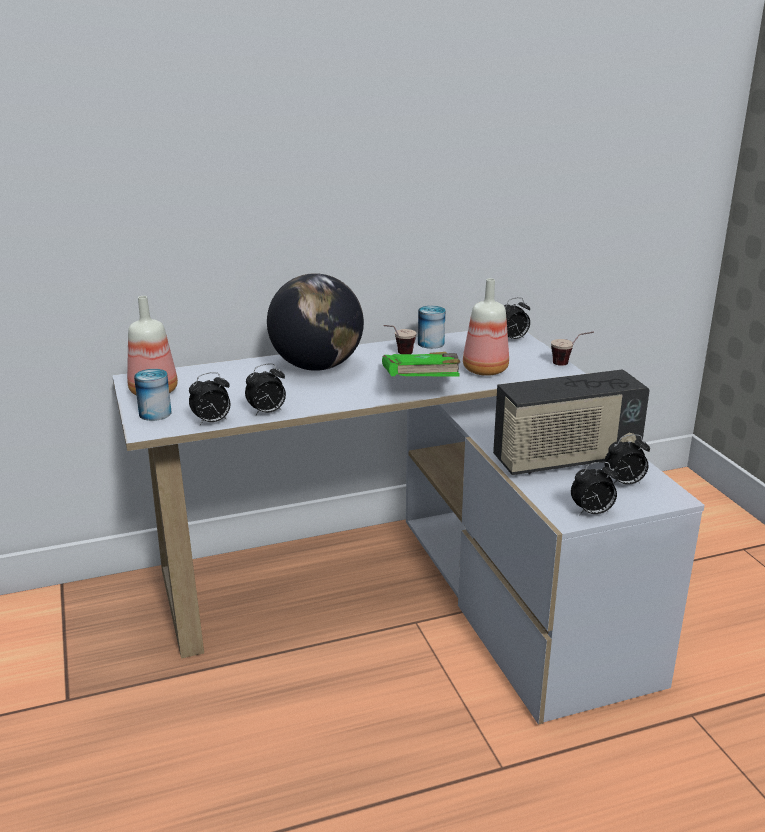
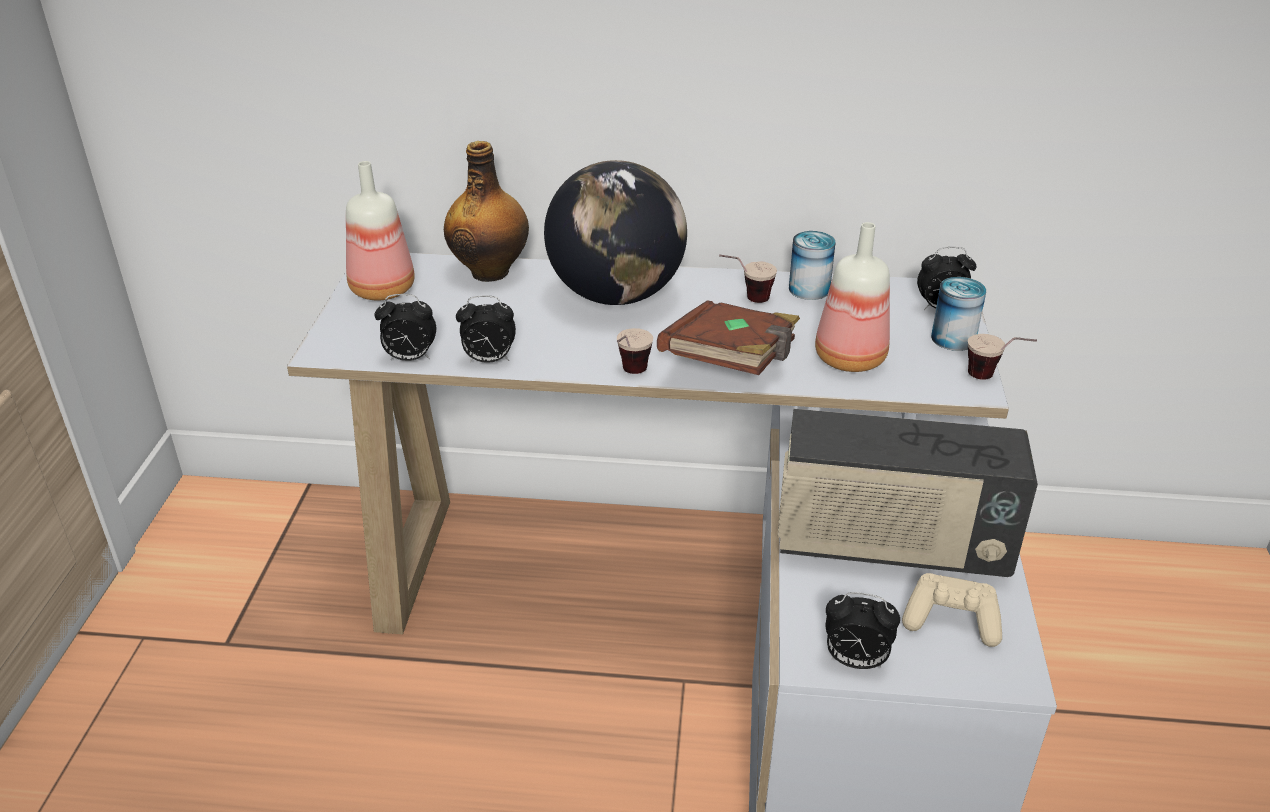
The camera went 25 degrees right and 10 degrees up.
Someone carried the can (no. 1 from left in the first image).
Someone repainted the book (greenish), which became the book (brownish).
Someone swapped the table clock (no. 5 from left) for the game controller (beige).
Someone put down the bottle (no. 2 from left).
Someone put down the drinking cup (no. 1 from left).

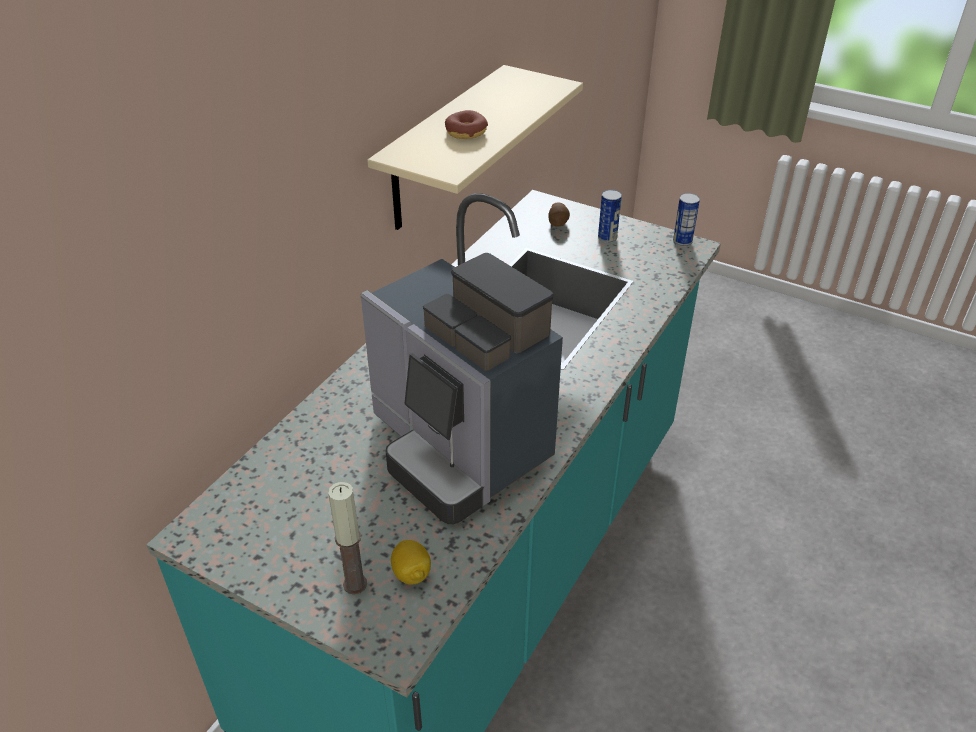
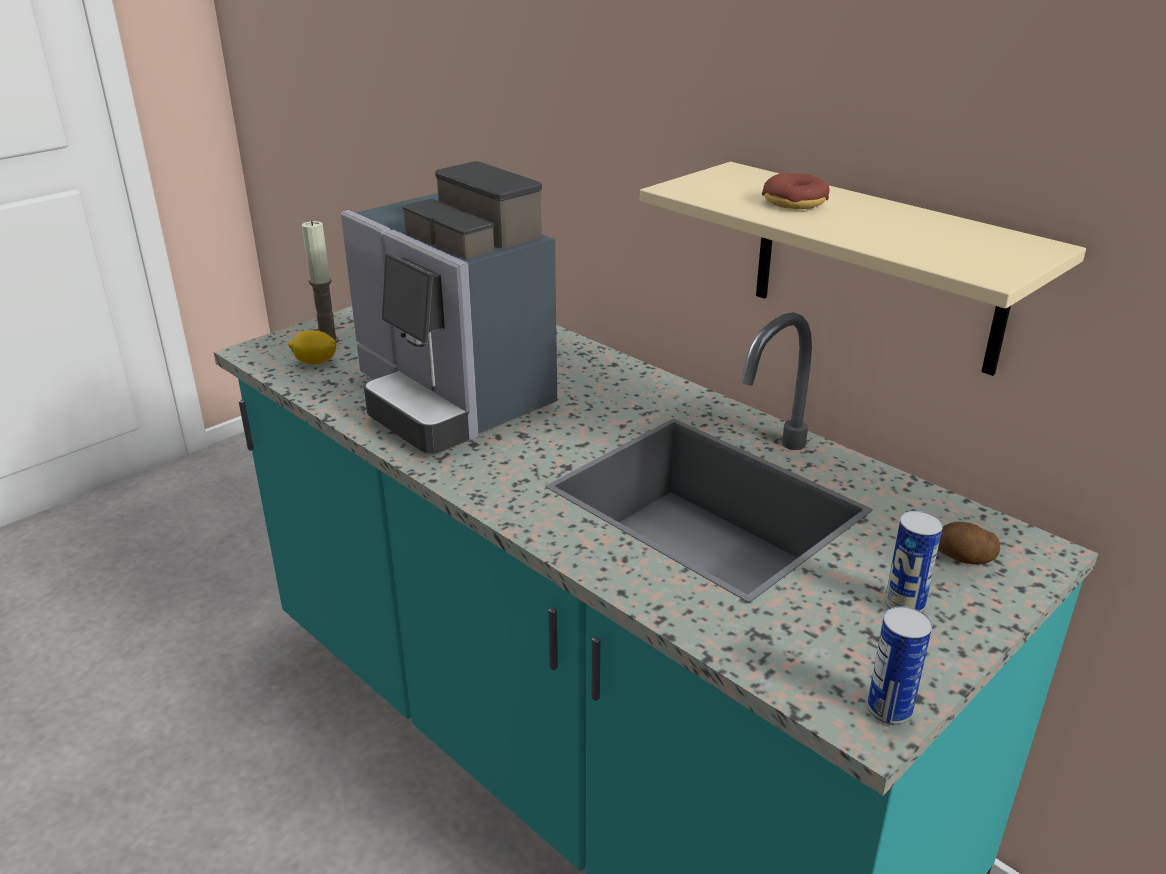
The camera went 105 degrees right and 10 degrees down.
Someone rotated the coffee maker by 105 degrees counterclockwise.

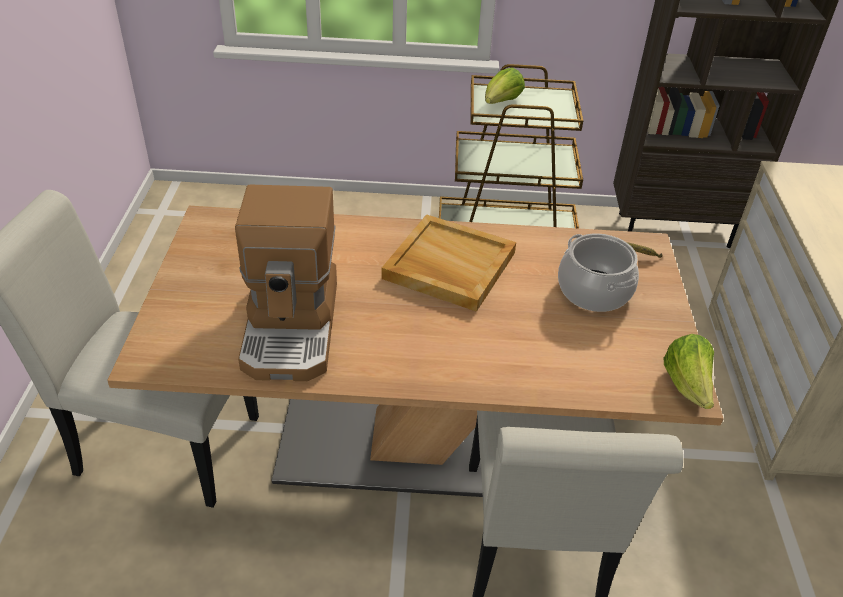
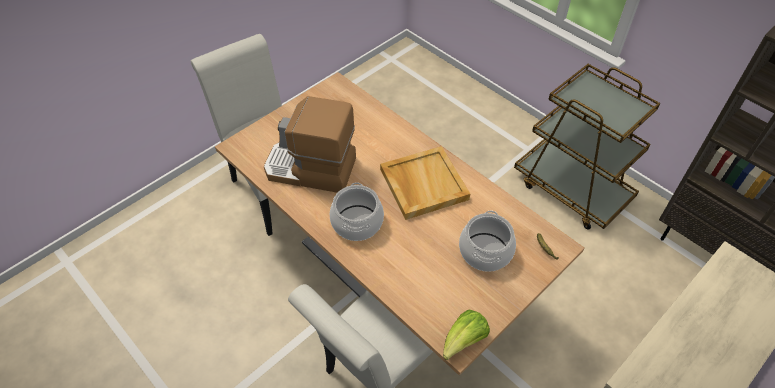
The camera went 45 degrees right and 10 degrees up.
Someone rotated the coffee maker by 60 degrees clockwise.
Someone took away the head of lettuce (no. 1 from left).
Someone put down the stockpot (no. 1 from left).

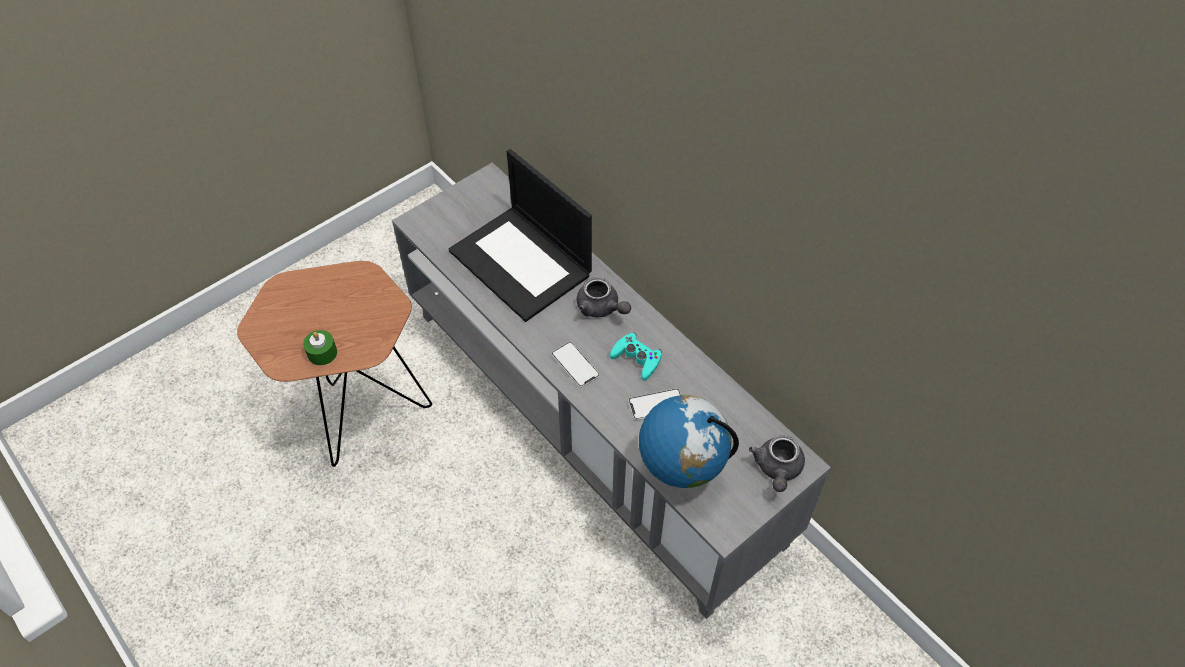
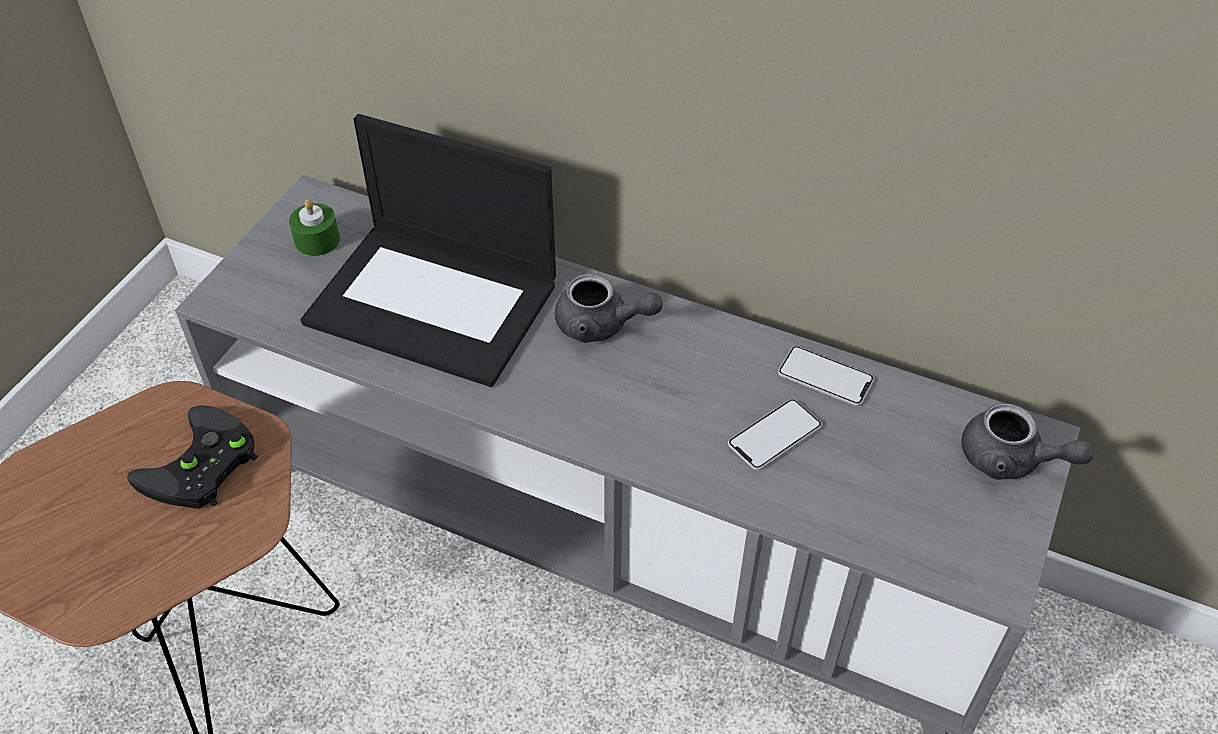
The camera went 25 degrees left and 5 degrees down.
Someone carried the wax light (greenish).
Someone carried the phone (no. 1 from left in the first image).
Someone took away the game controller (blue-green).
Someone took away the globe.
Someone rotated the pot for tea (gray) (no. 2 from left) by 45 degrees counterclockwise.
Someone put down the game controller (blackish).

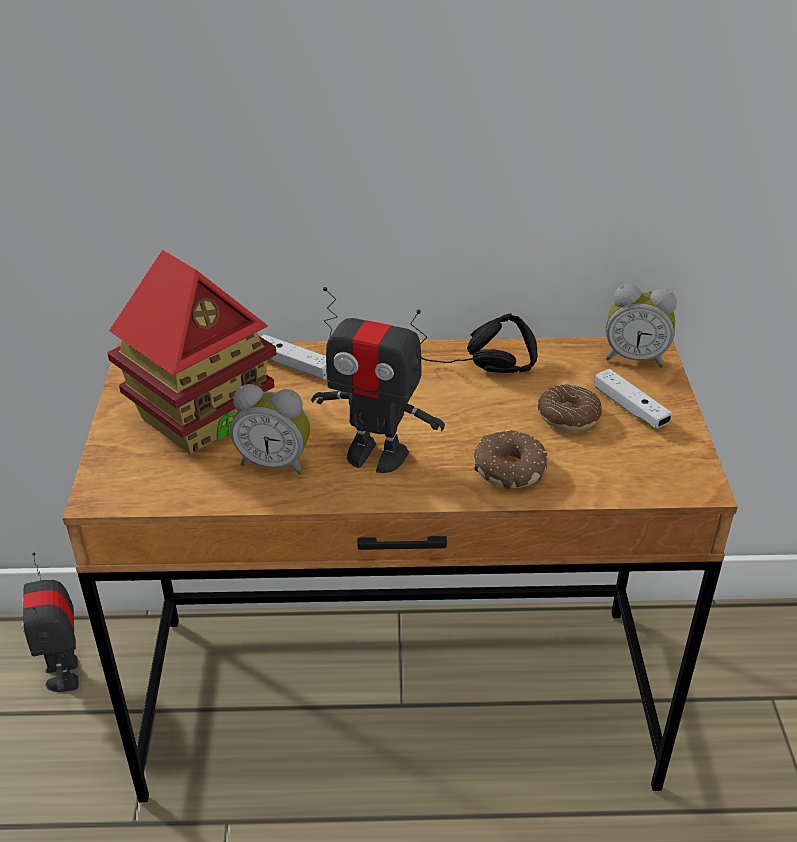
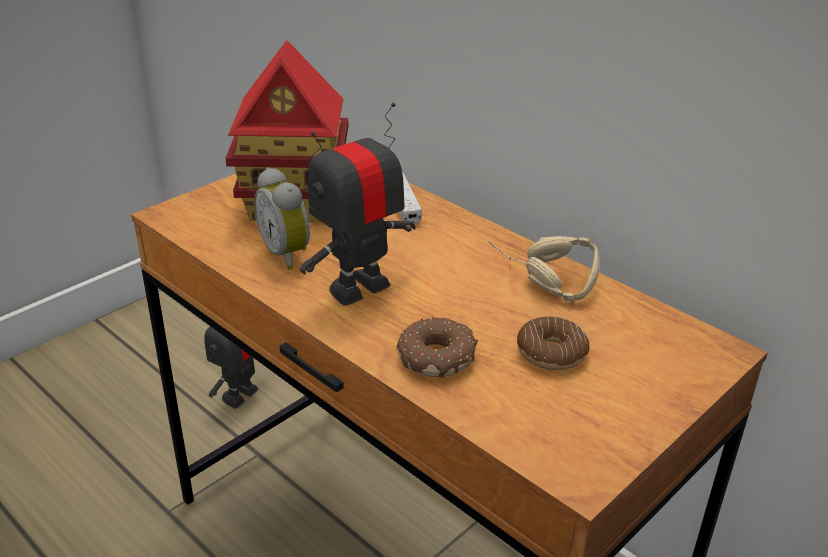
The camera went 45 degrees right and 5 degrees down.
Someone rotated the model robot (no. 2 from left) by 75 degrees clockwise.
Someone repainted the headset (blackish), which became the headset (beige).
Someone took away the game controller (whitish) (no. 2 from left).
Someone took away the table clock (no. 2 from left).

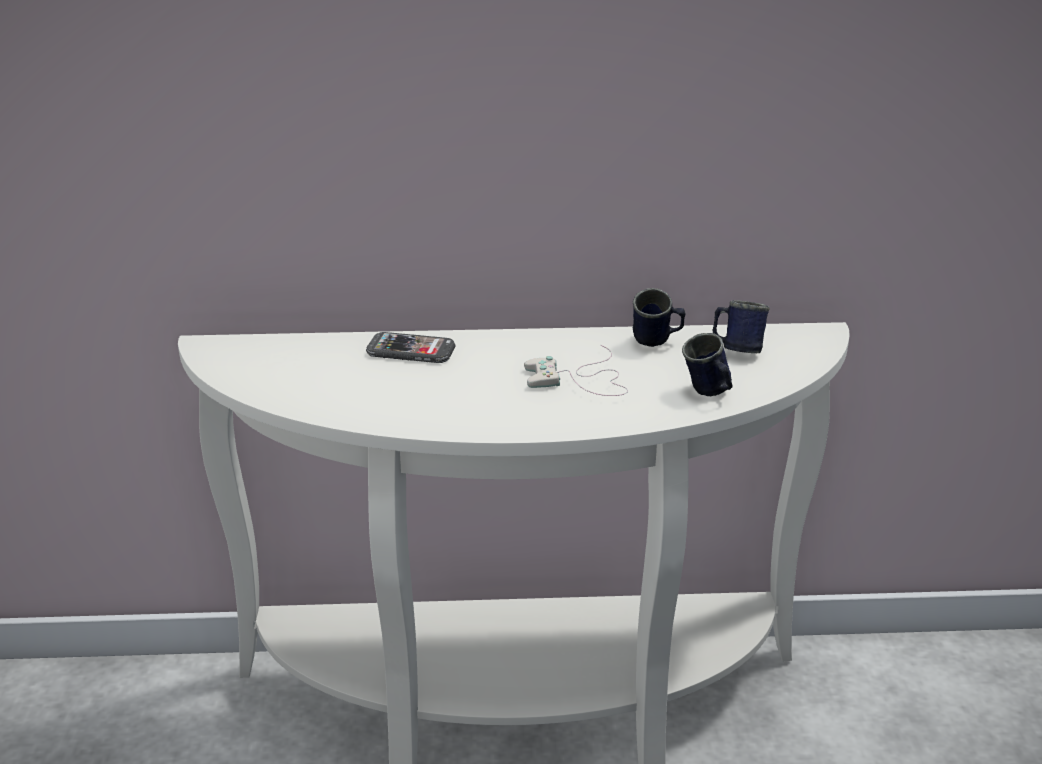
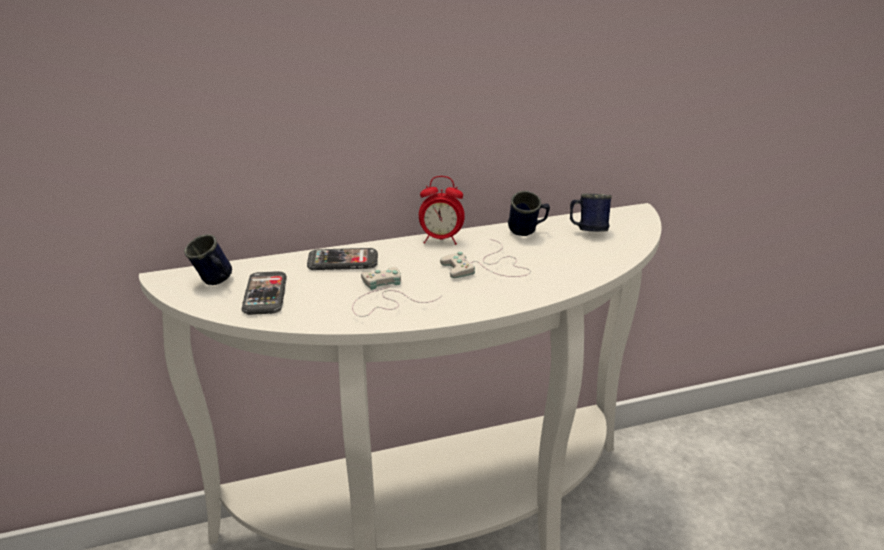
The camera went 15 degrees left and 0 degrees up.
Someone carried the coffee mug (blue) (no. 2 from left in the first image).
Someone put down the phone (no. 1 from left).
Someone put down the game controller (whitish) (no. 1 from left).
Someone put down the table clock.

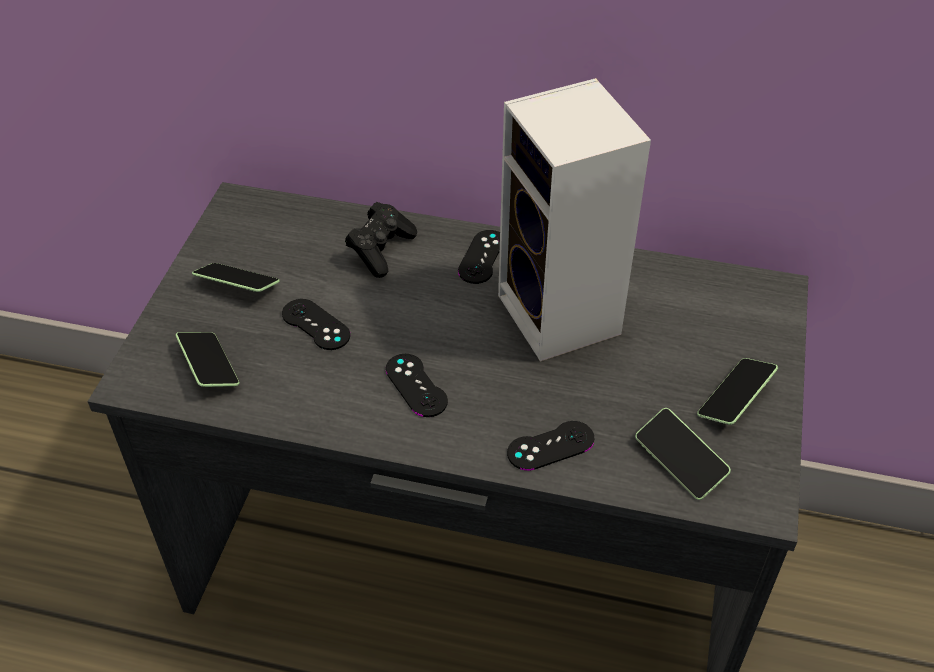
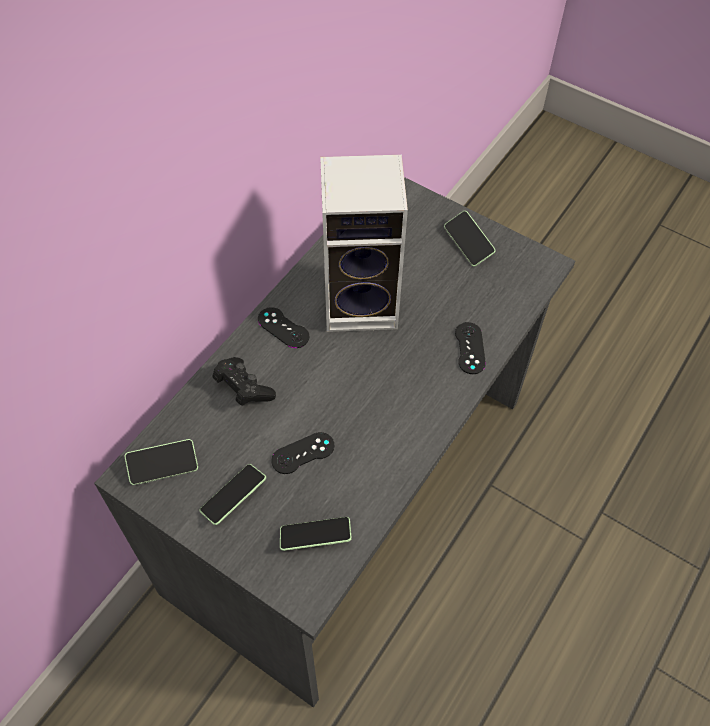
The camera went 70 degrees left and 10 degrees up.
Someone took away the game controller (blackish) (no. 3 from left).
Someone carried the phone (no. 3 from left in the first image).

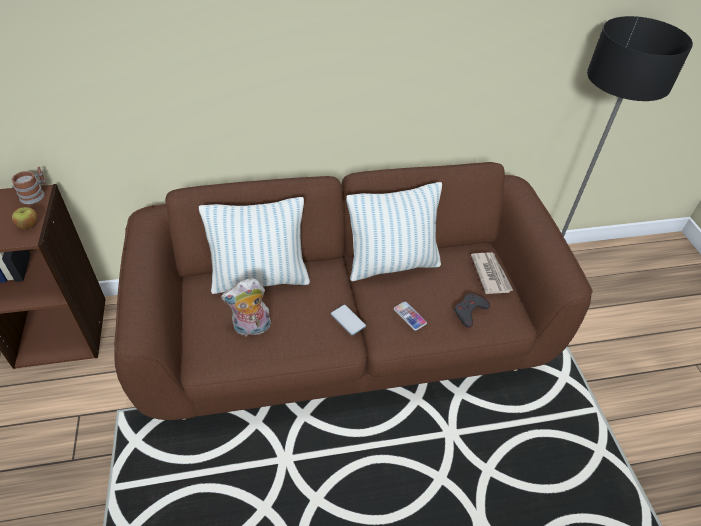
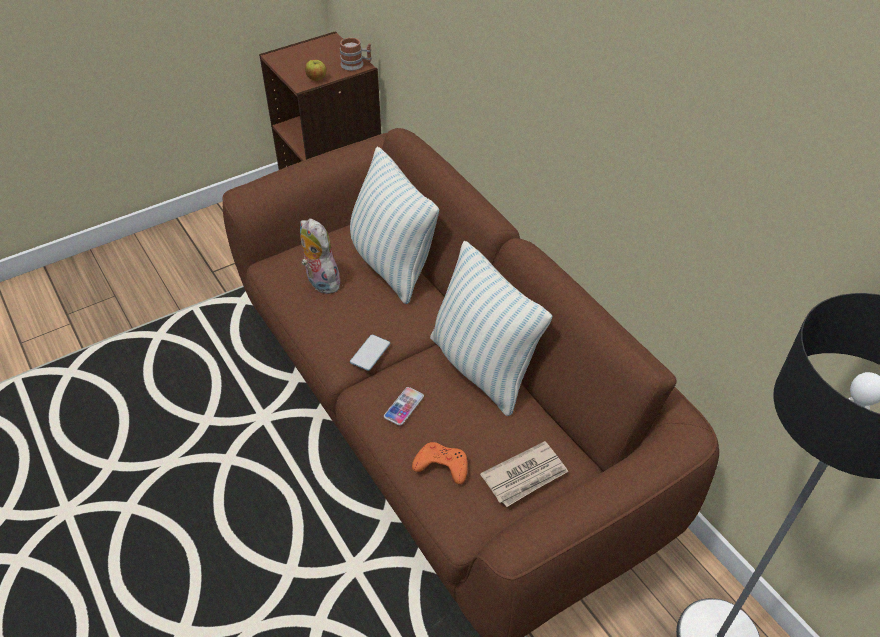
The camera went 70 degrees right and 0 degrees up.
Someone repainted the game controller (gray), which became the game controller (orangey).

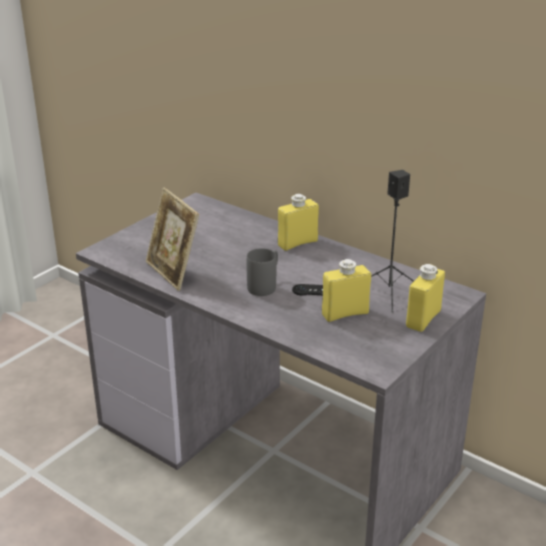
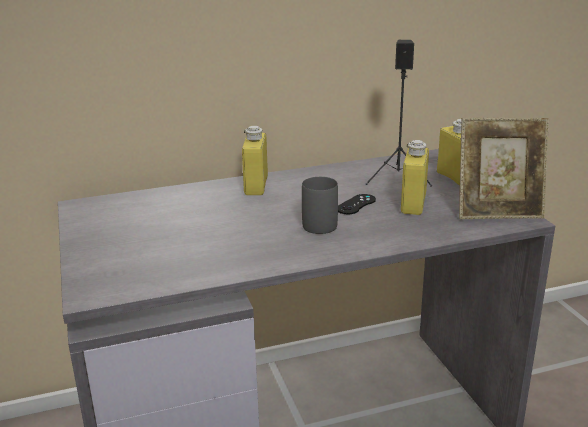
The camera went 55 degrees left and 5 degrees down.
Someone carried the photo frame.

